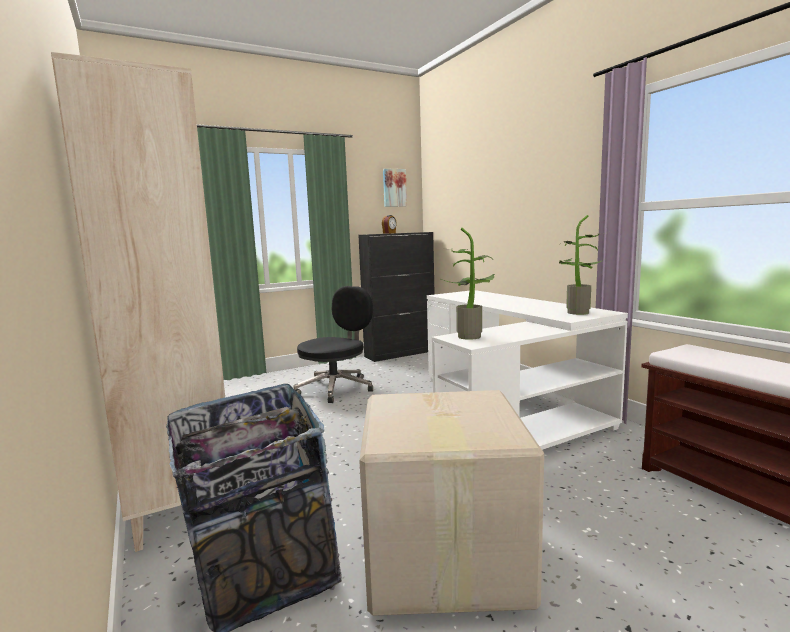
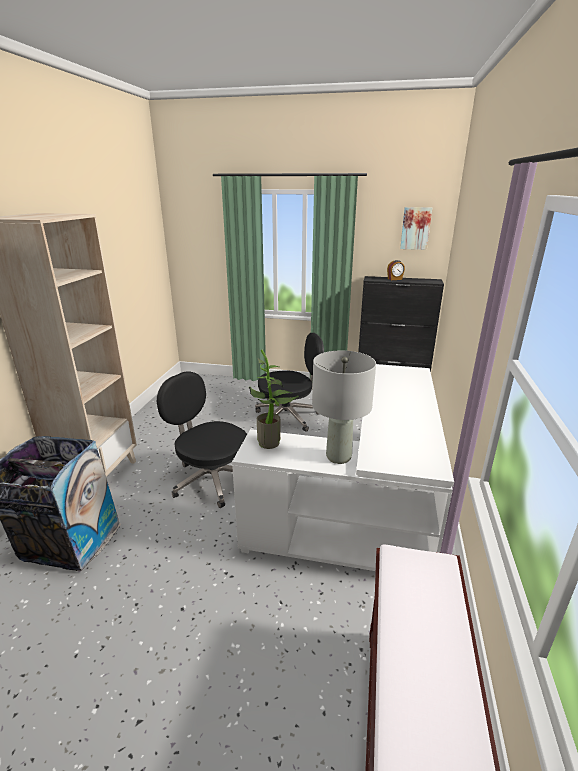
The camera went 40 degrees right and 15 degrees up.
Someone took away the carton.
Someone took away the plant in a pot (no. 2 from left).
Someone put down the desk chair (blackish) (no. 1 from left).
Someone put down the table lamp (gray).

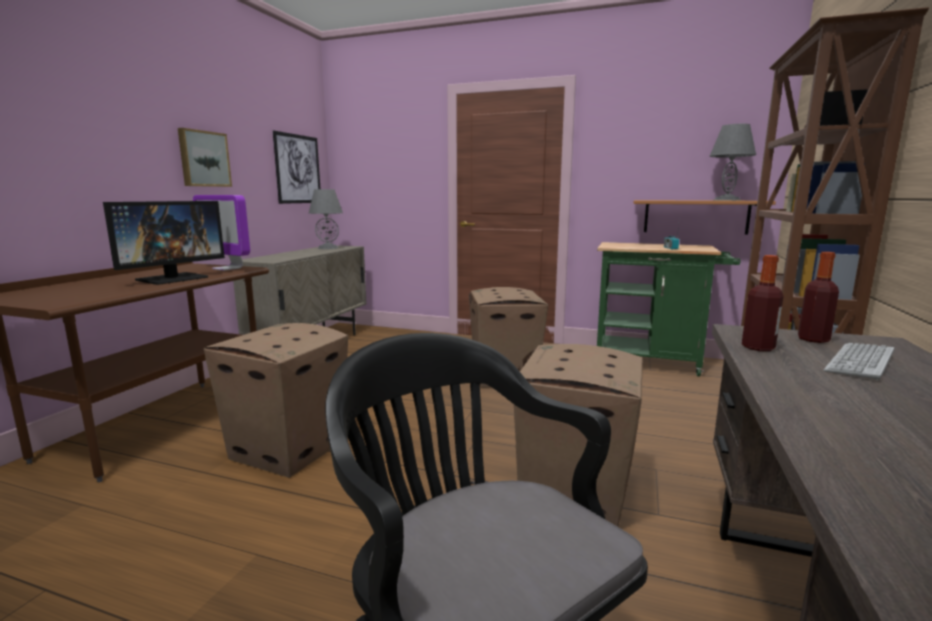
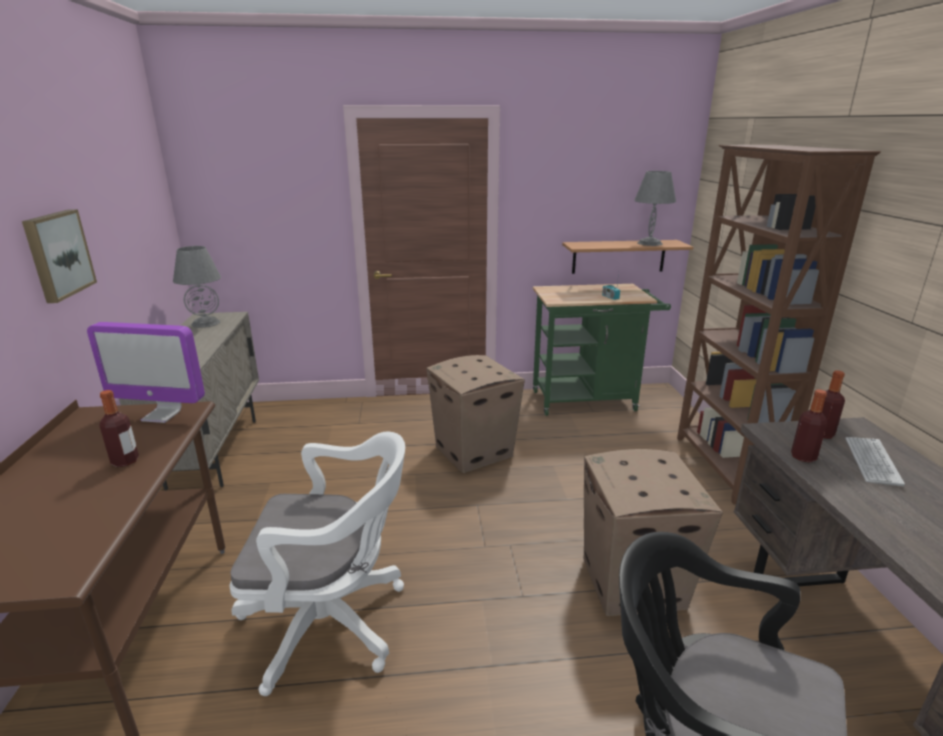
The camera went 25 degrees left and 10 degrees up.
Someone swapped the computer display (no. 1 from left) for the bottle (no. 1 from left).
Someone swapped the carton (no. 1 from left) for the desk chair (whitish).
Someone took away the wall art (no. 2 from left).

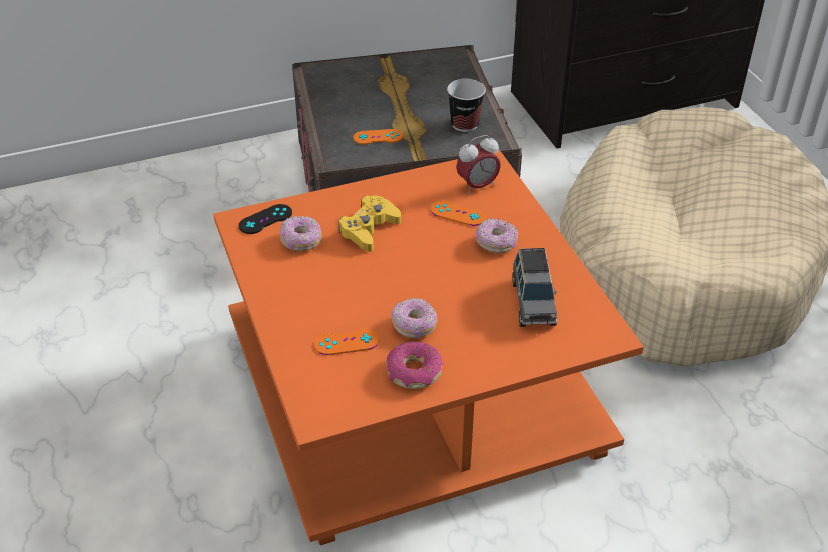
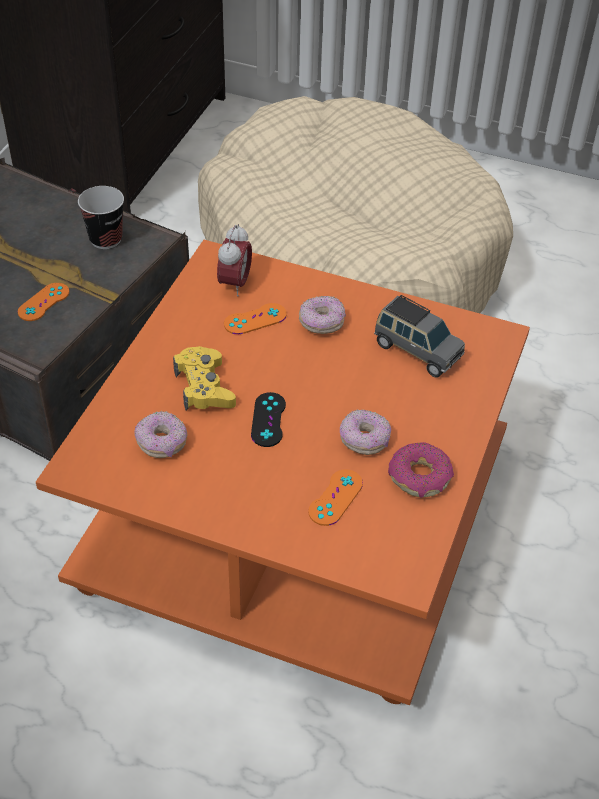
The camera went 50 degrees left and 5 degrees up.
Someone carried the game controller (blackish).

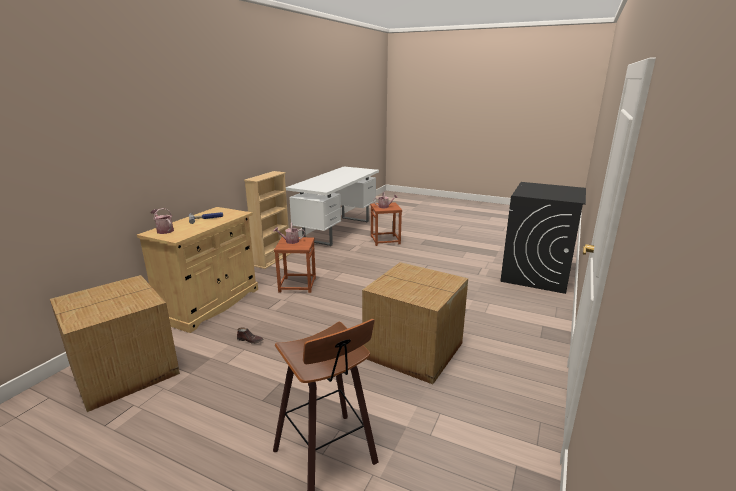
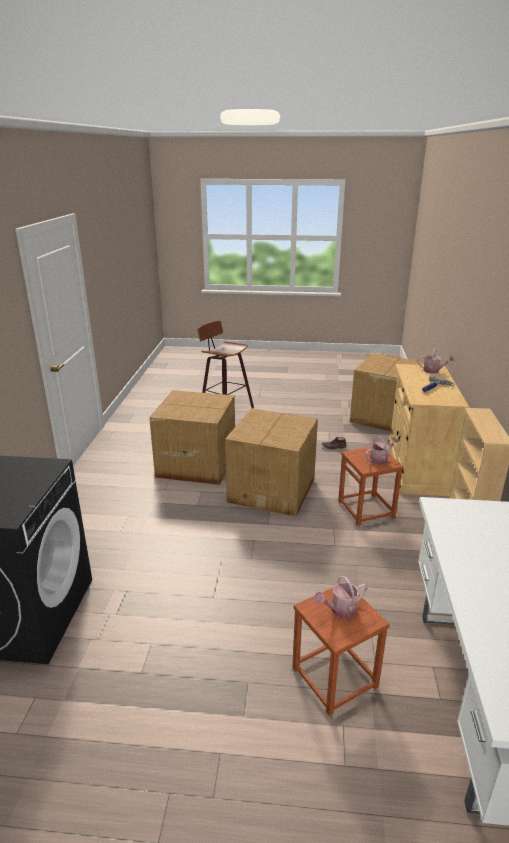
The camera went 160 degrees right and 5 degrees up.
Someone put down the carton (no. 2 from left).

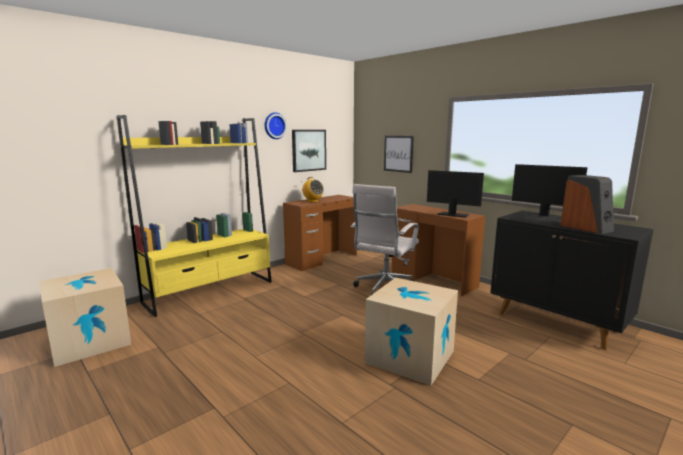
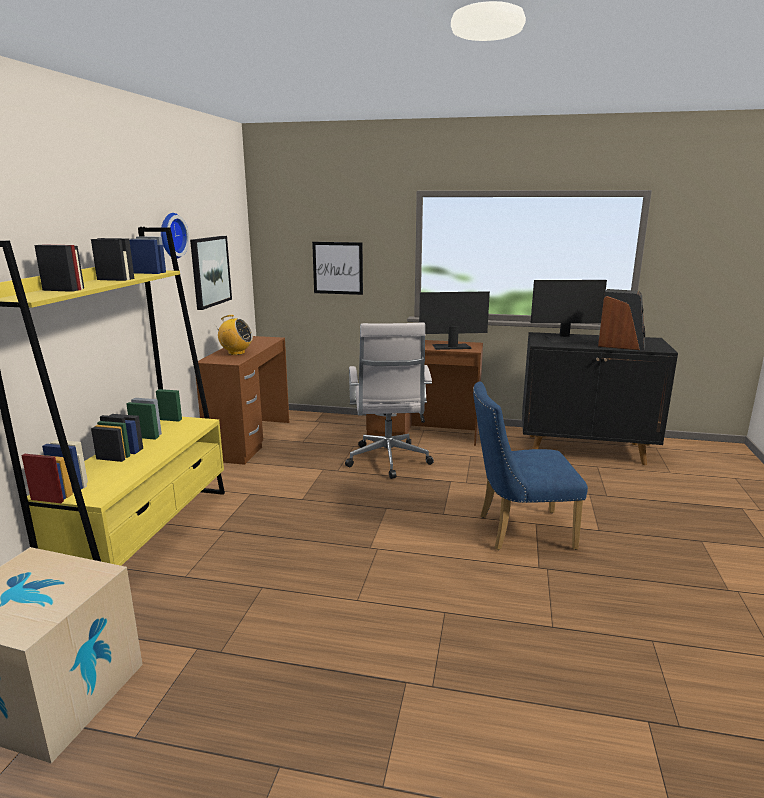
The camera went 35 degrees left and 5 degrees up.
Someone swapped the carton (no. 2 from left) for the plain chair (blue).

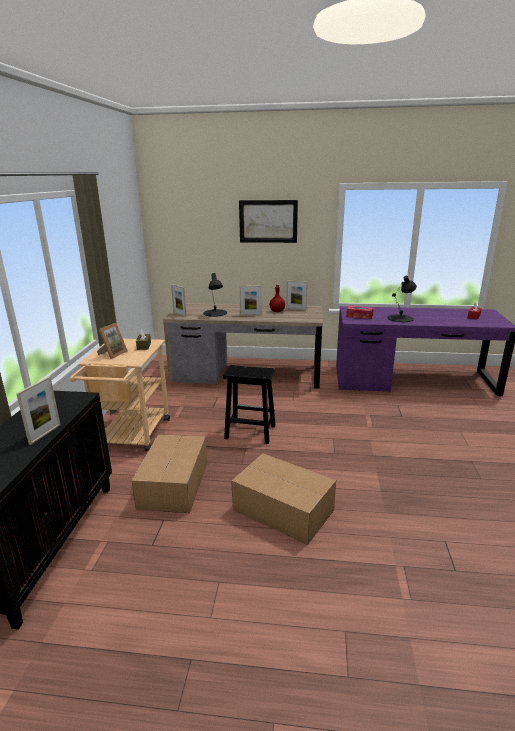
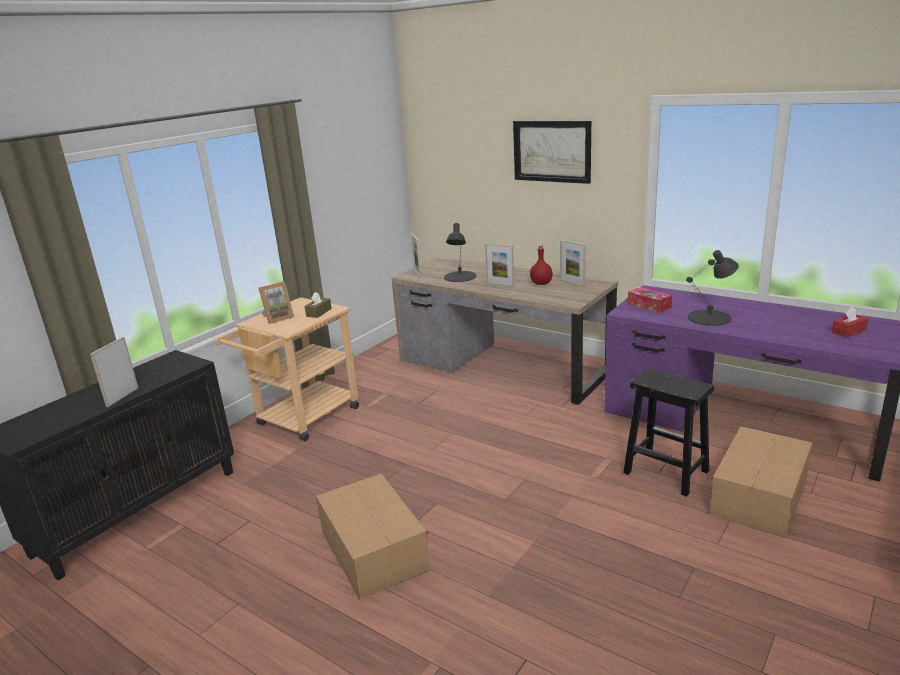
The camera went 30 degrees right and 0 degrees up.
Someone rotated the photo frame (no. 1 from left) by 150 degrees clockwise.
Someone carried the carton (no. 1 from left in the first image).
Someone carried the stool seat (blackish).

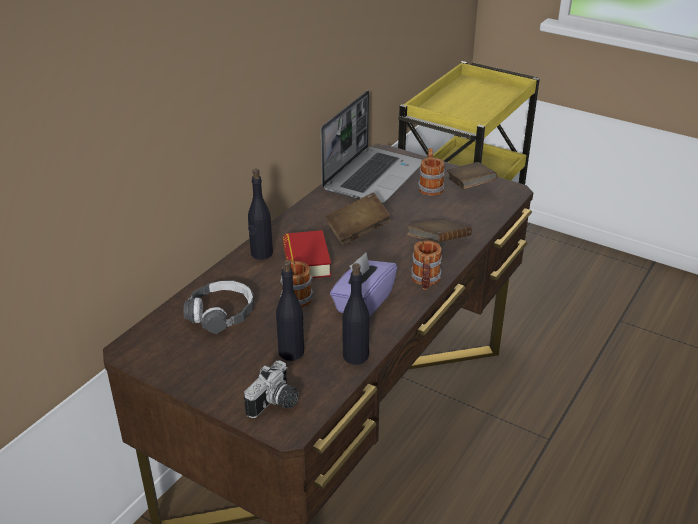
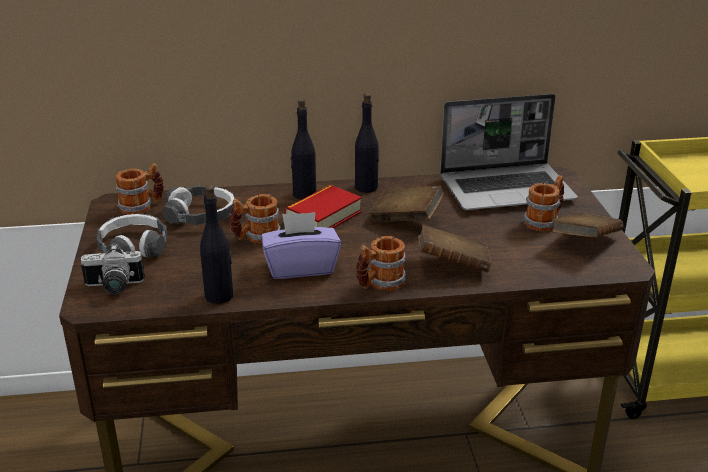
The camera went 50 degrees right and 5 degrees down.
Someone carried the bottle (blackish) (no. 2 from left in the first image).
Someone put down the headset (no. 1 from left).
Someone put down the coffee mug (no. 1 from left).

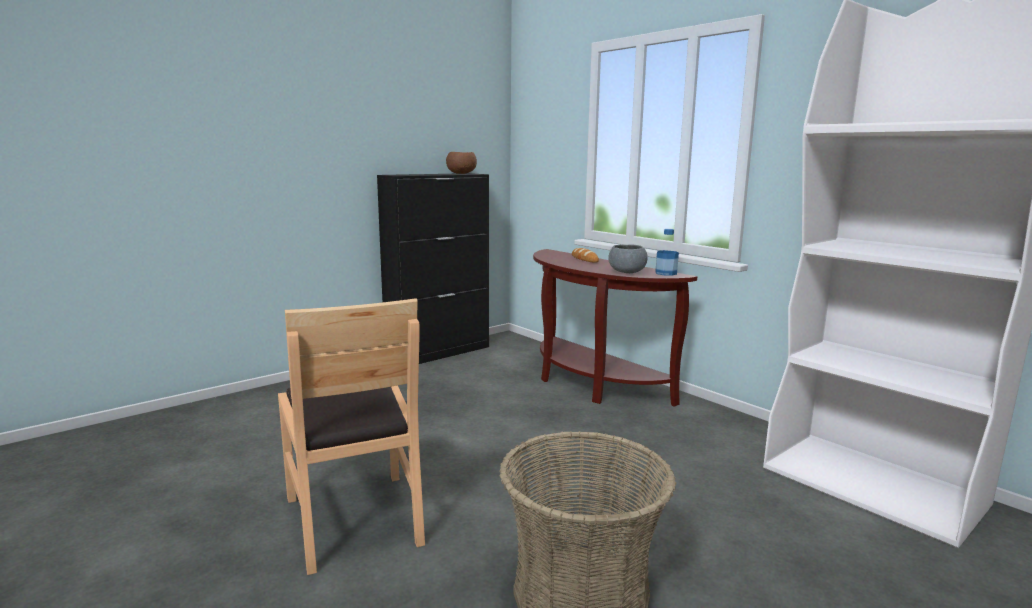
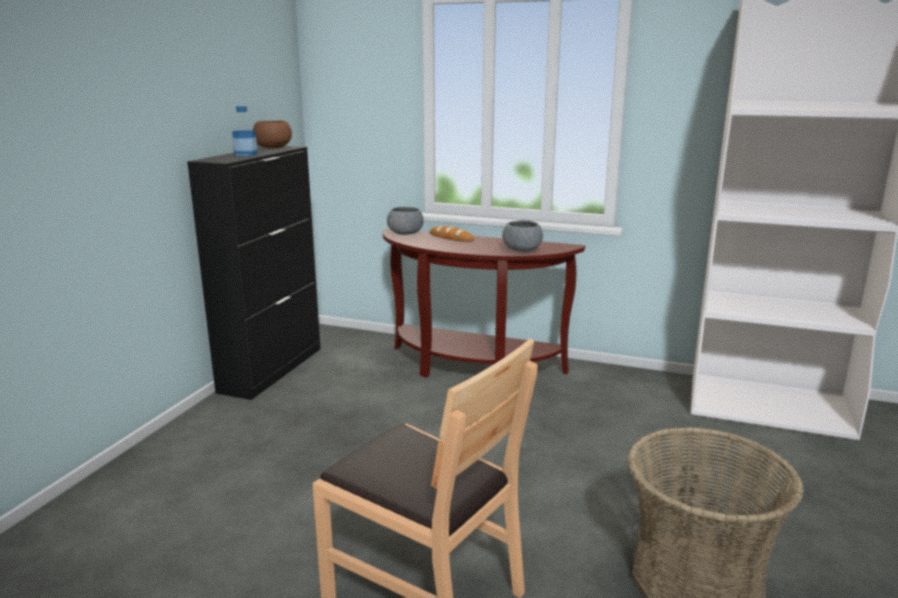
The camera went 30 degrees left and 5 degrees up.
Someone carried the bottle.
Someone put down the serving bowl (gray) (no. 1 from left).

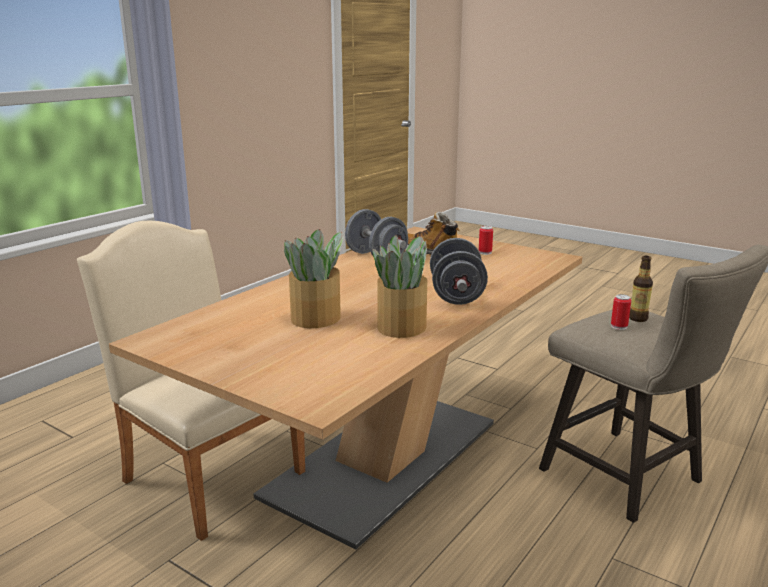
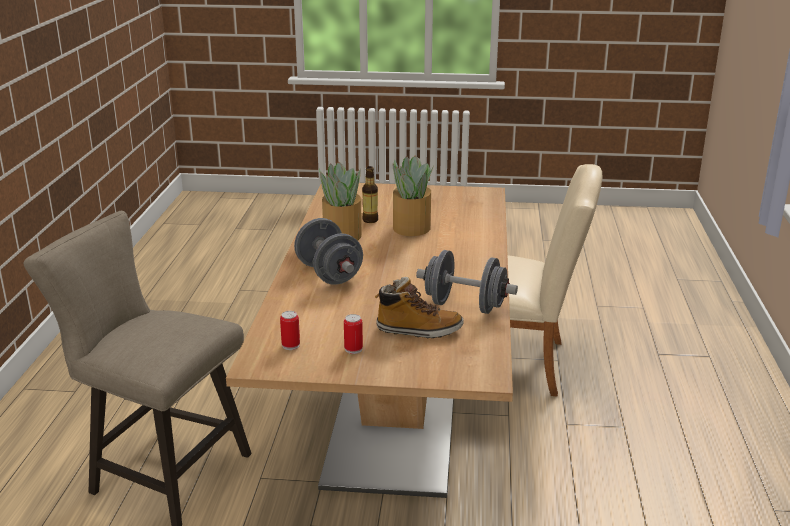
The camera went 150 degrees right and 5 degrees up.
Someone carried the can (no. 2 from left in the first image).
Someone carried the bottle.

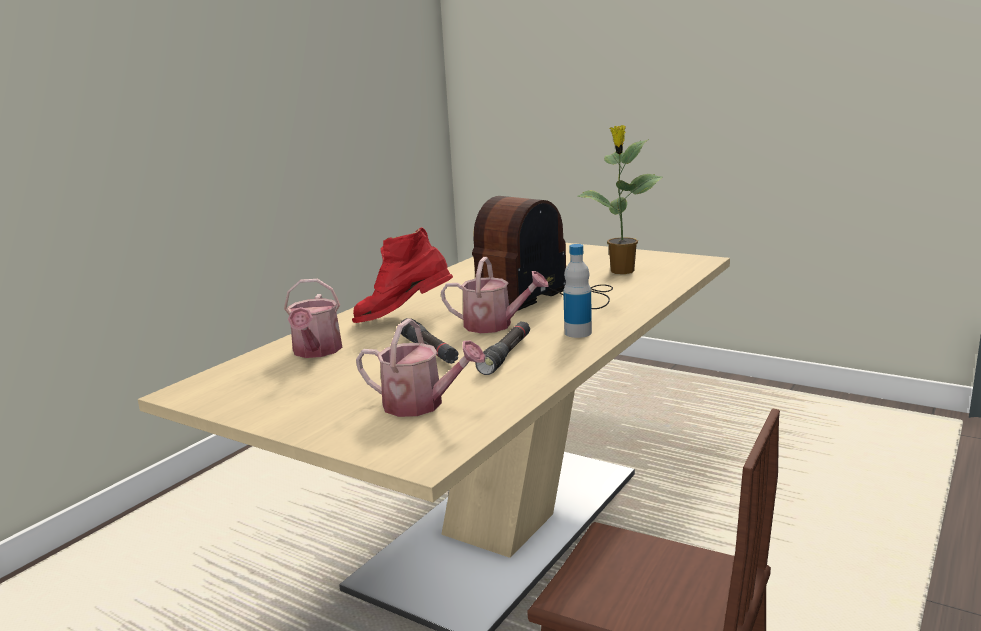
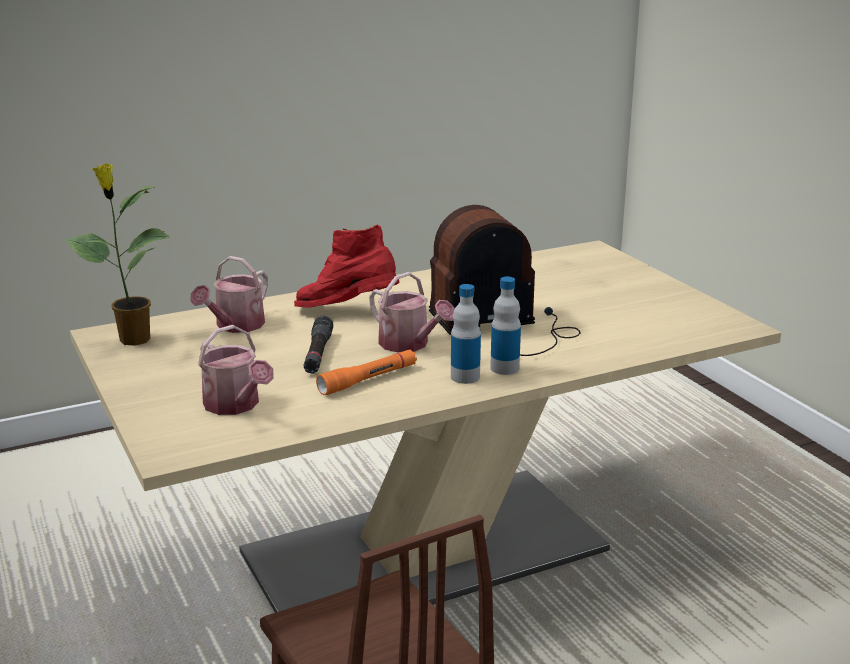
The camera went 30 degrees right and 5 degrees up.
Someone repainted the flashlight (blackish) (no. 2 from left), which became the flashlight (orangey).
Someone carried the plant in a pot.
Someone put down the bottle (no. 2 from left).

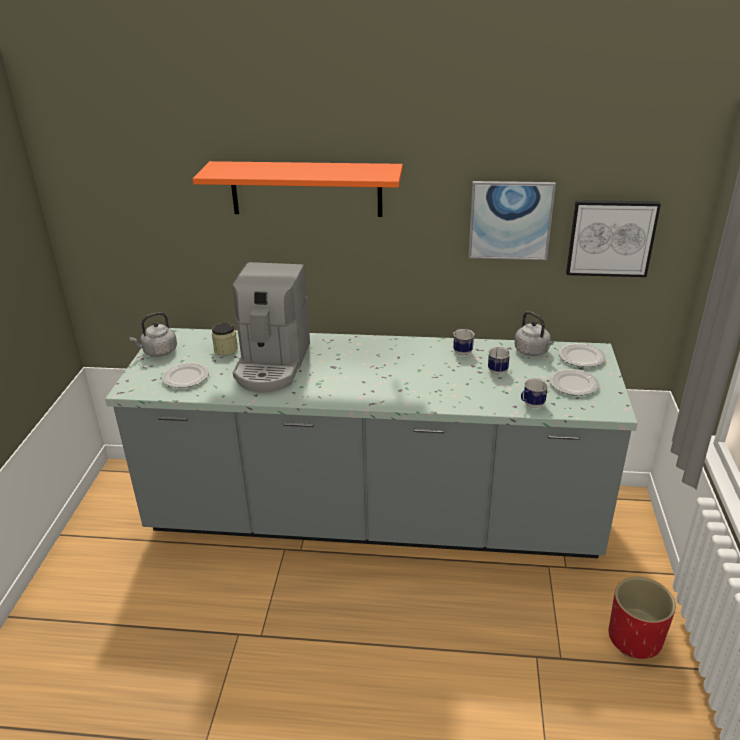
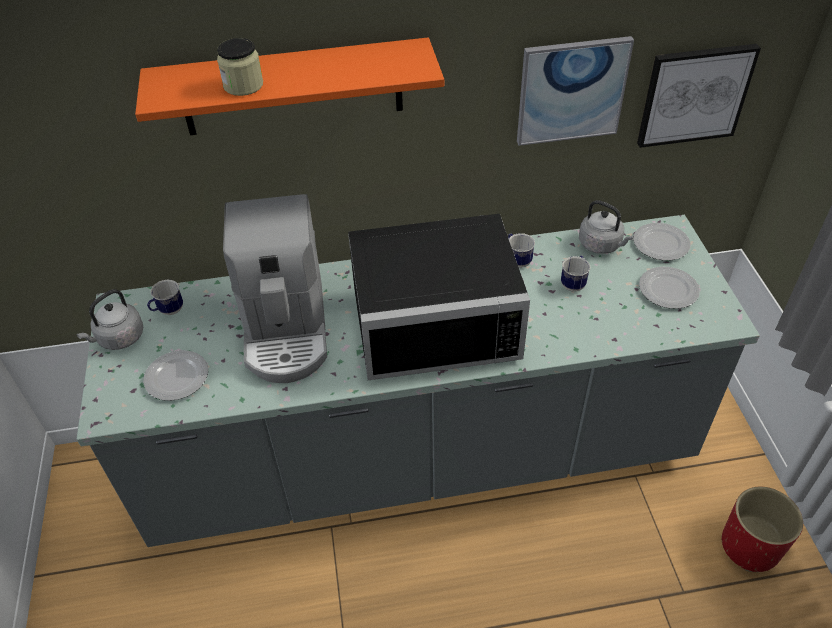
The camera went 15 degrees left and 15 degrees up.
Someone carried the preserve jar.
Someone carried the coffee mug (no. 3 from left in the first image).
Someone put down the microwave oven (blackish).

